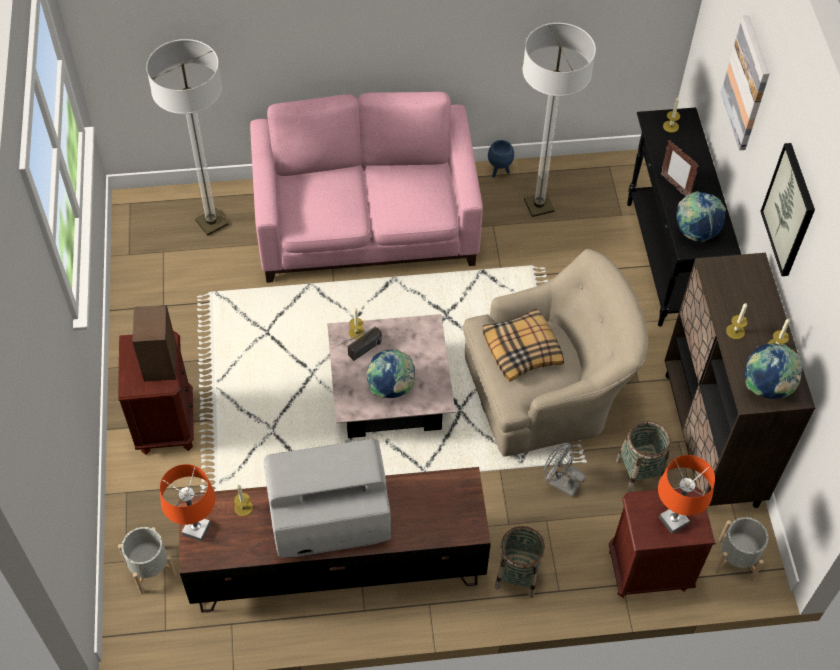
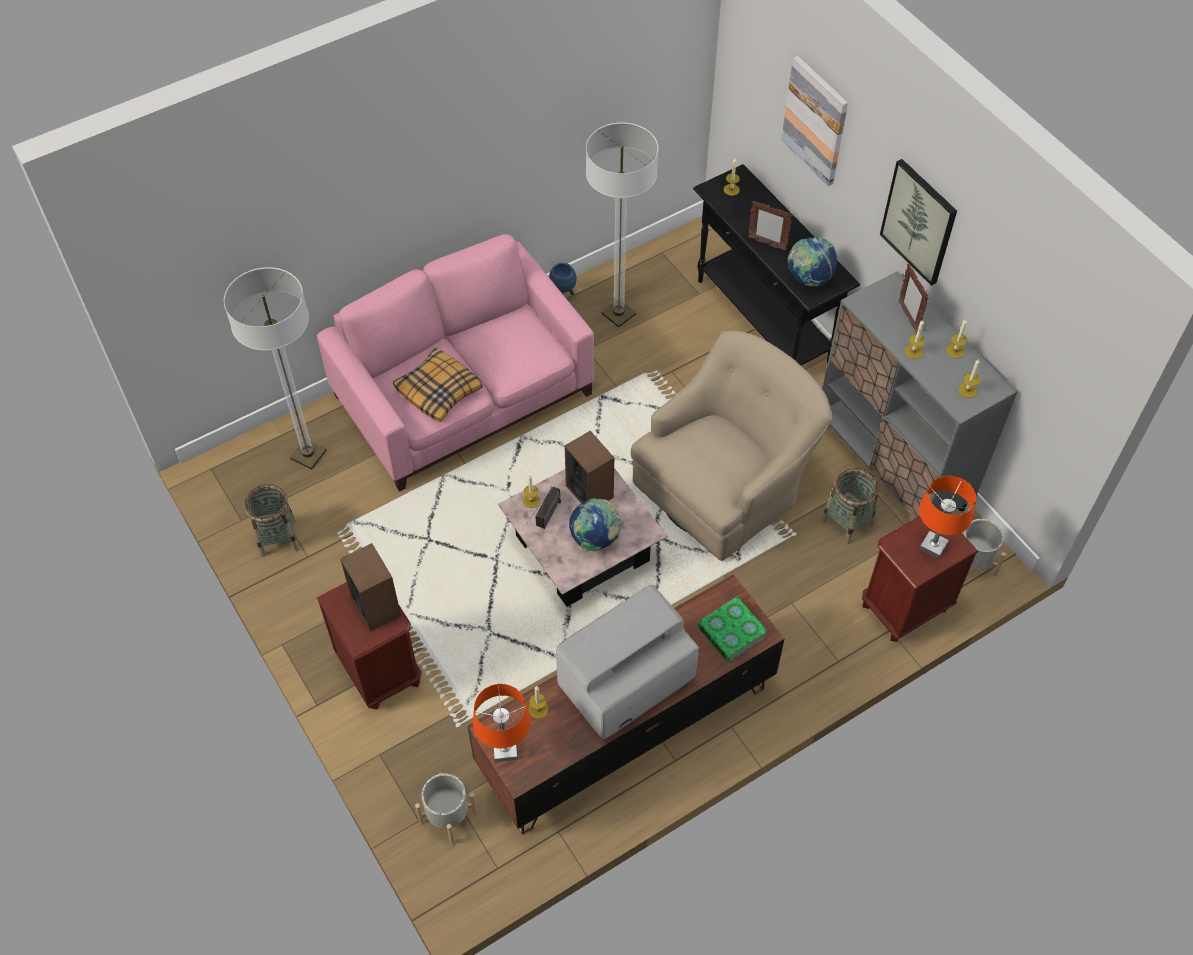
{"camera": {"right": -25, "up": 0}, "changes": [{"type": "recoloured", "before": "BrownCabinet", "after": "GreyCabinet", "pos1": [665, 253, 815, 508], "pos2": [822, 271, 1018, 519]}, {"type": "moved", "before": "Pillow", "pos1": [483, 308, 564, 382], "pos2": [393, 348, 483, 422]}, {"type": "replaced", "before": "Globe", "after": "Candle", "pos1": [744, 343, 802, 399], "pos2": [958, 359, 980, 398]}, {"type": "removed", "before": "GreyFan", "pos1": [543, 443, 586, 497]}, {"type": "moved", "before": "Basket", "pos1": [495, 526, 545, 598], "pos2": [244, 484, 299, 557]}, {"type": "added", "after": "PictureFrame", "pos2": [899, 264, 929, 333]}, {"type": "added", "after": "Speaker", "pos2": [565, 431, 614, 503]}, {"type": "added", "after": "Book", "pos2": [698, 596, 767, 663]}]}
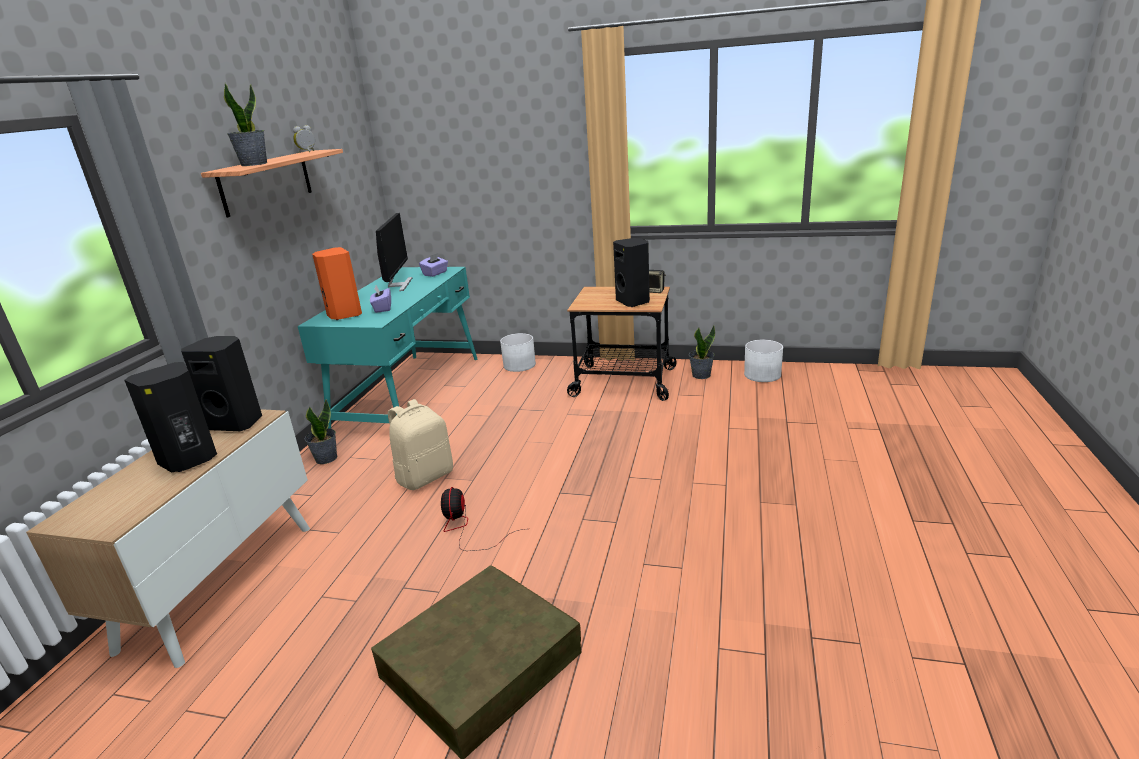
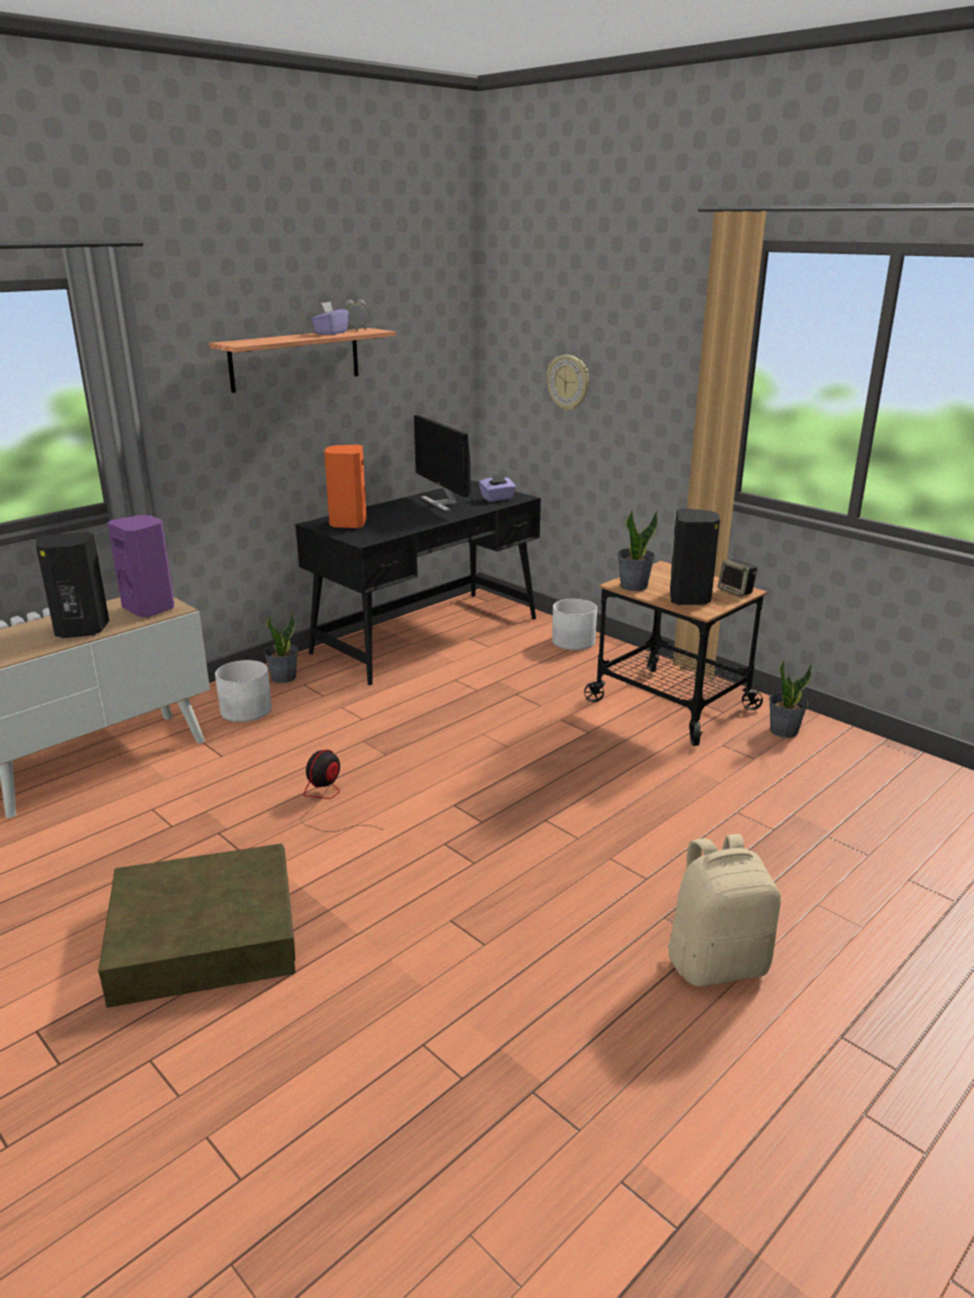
{"camera": {"right": 30, "up": 0}, "changes": [{"type": "moved", "before": "PottedPlant", "pos1": [224, 83, 267, 166], "pos2": [617, 510, 658, 591]}, {"type": "turned", "before": "Monitor", "pos1": [376, 213, 412, 291], "pos2": [414, 415, 471, 512], "turn": 120}, {"type": "recoloured", "before": "TurquoiseDesk", "after": "BlackDesk", "pos1": [298, 267, 478, 428], "pos2": [295, 480, 541, 685]}, {"type": "moved", "before": "PurpleTissueBox", "pos1": [370, 285, 391, 313], "pos2": [311, 302, 349, 335]}, {"type": "recoloured", "before": "BlackSpeaker", "after": "PurpleSpeaker", "pos1": [181, 336, 262, 431], "pos2": [107, 515, 174, 617]}, {"type": "moved", "before": "WhitePlanter", "pos1": [744, 340, 783, 382], "pos2": [215, 660, 272, 722]}, {"type": "moved", "before": "BeigeBackpack", "pos1": [388, 399, 453, 490], "pos2": [668, 834, 781, 987]}, {"type": "added", "after": "WallClock", "pos2": [547, 355, 589, 411]}]}
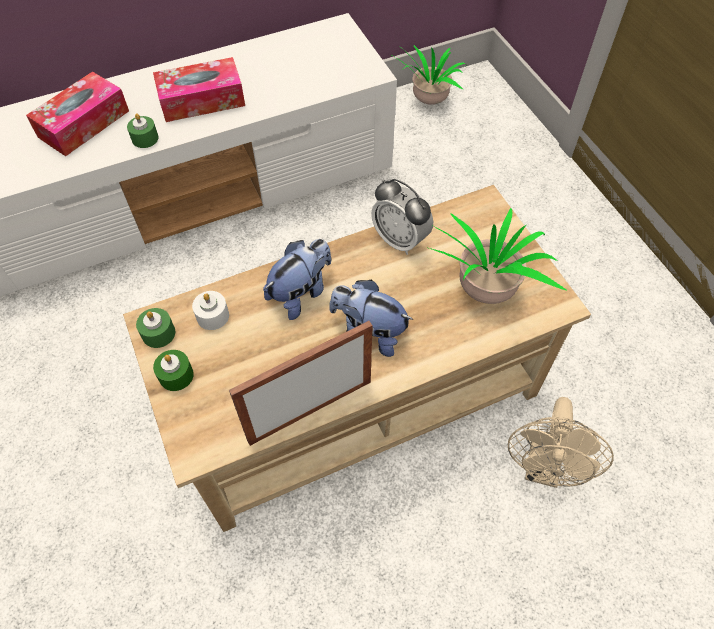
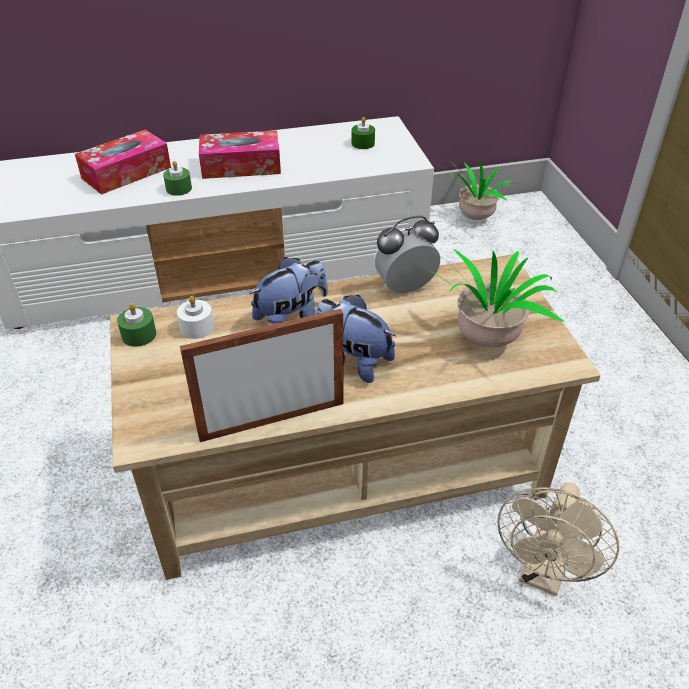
{"camera": {"right": 10, "up": -15}, "changes": [{"type": "turned", "before": "AlarmClock", "pos1": [371, 179, 433, 255], "pos2": [374, 216, 440, 294], "turn": 105}, {"type": "moved", "before": "GreenCandle", "pos1": [153, 350, 194, 391], "pos2": [351, 117, 375, 149]}]}
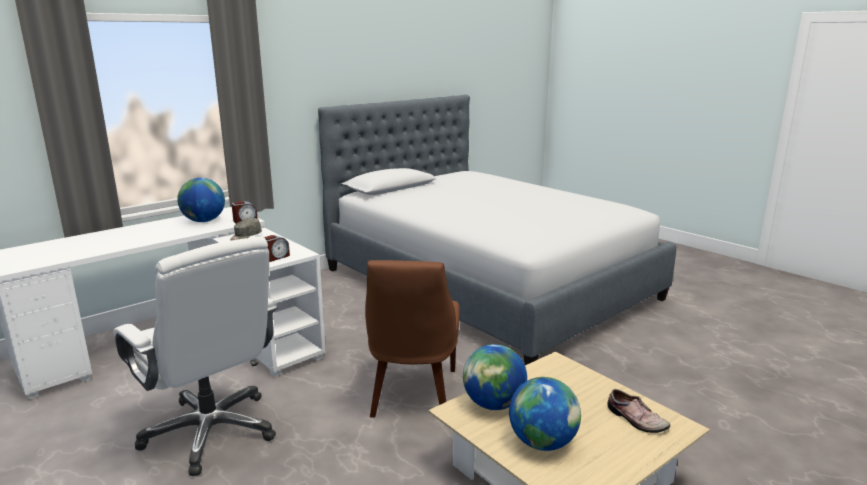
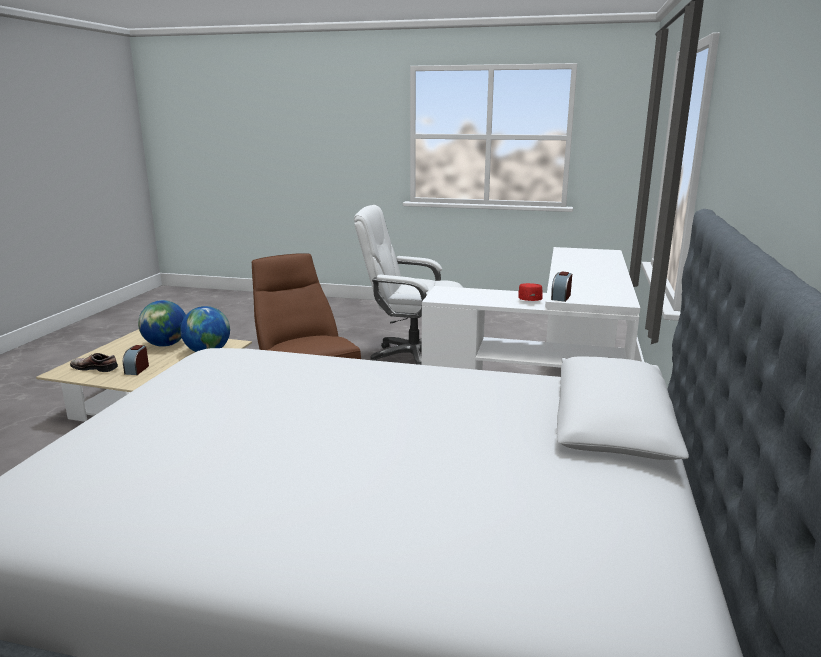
{"camera": {"right": 145, "up": 0}, "changes": [{"type": "removed", "before": "Globe", "pos1": [177, 178, 225, 222]}, {"type": "recoloured", "before": "GreyCap", "after": "RedCap", "pos1": [230, 218, 262, 241], "pos2": [518, 283, 543, 301]}, {"type": "moved", "before": "AlarmClock", "pos1": [264, 235, 290, 262], "pos2": [123, 345, 149, 375]}]}
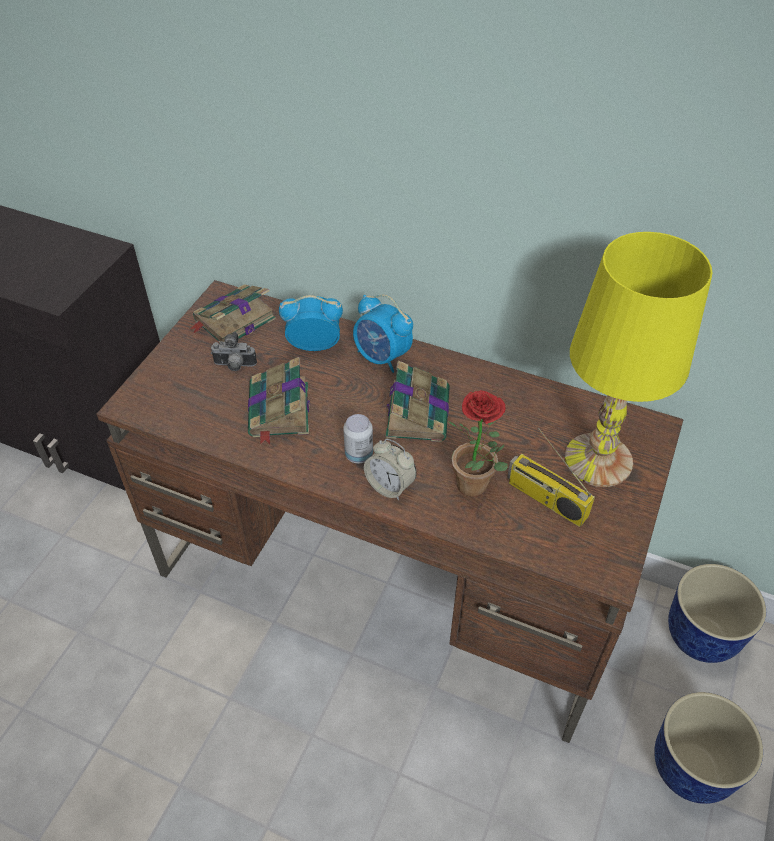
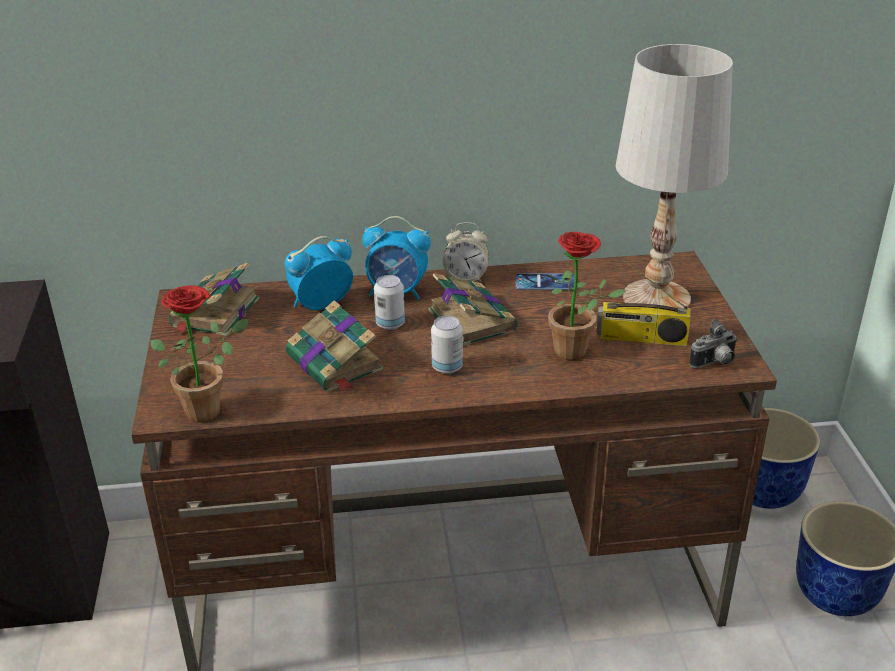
{"camera": {"right": -30, "up": -15}, "changes": [{"type": "recoloured", "before": "YellowTableLamp", "after": "WhiteTableLamp", "pos1": [565, 232, 713, 487], "pos2": [616, 44, 733, 308]}, {"type": "moved", "before": "PhotoCamera", "pos1": [211, 332, 257, 371], "pos2": [689, 319, 737, 368]}, {"type": "moved", "before": "AlarmClock", "pos1": [364, 439, 417, 500], "pos2": [443, 222, 489, 282]}, {"type": "added", "after": "Phone", "pos2": [516, 273, 575, 290]}, {"type": "added", "after": "Can", "pos2": [374, 275, 405, 330]}, {"type": "added", "after": "PottedPlant", "pos2": [150, 285, 250, 423]}]}
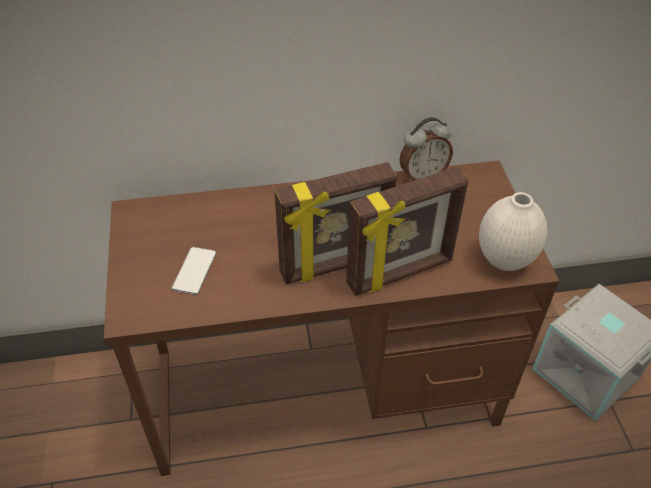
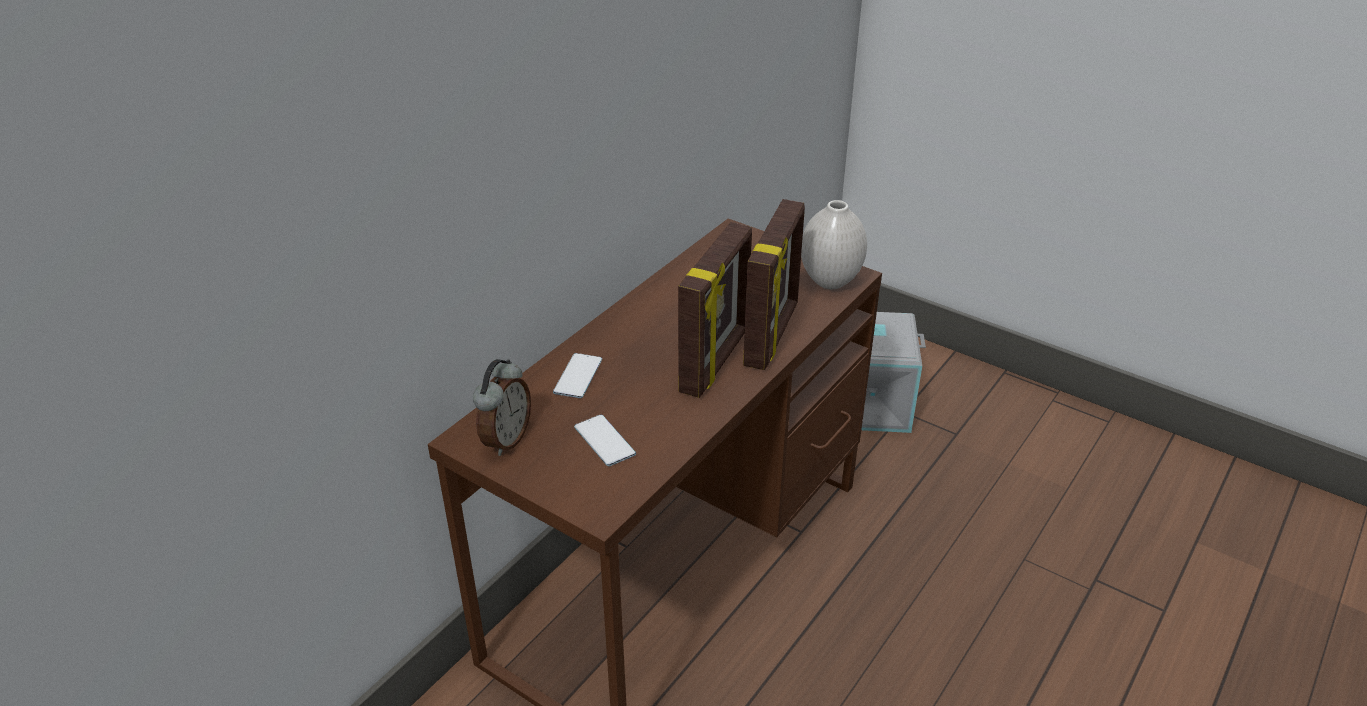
{"camera": {"right": -45, "up": -10}, "changes": [{"type": "moved", "before": "AlarmClock", "pos1": [399, 117, 453, 182], "pos2": [473, 359, 531, 456]}, {"type": "added", "after": "Phone", "pos2": [553, 353, 602, 398]}]}
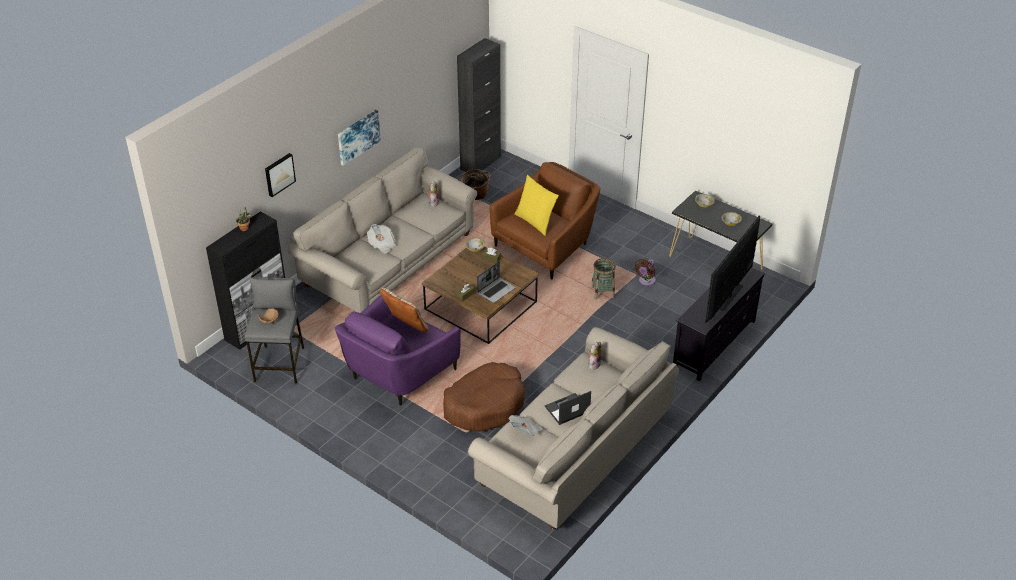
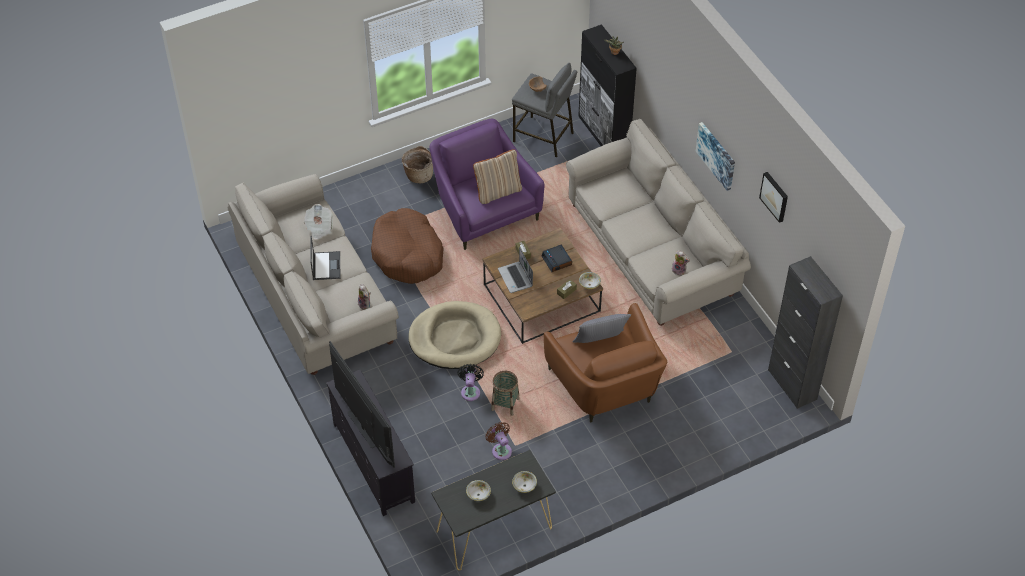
{"camera": {"right": 115, "up": 10}, "changes": [{"type": "moved", "before": "Picture", "pos1": [265, 153, 296, 197], "pos2": [759, 172, 788, 223]}, {"type": "moved", "before": "Basket", "pos1": [459, 169, 491, 200], "pos2": [402, 146, 433, 183]}, {"type": "recoloured", "before": "YellowPillow", "after": "GreyPillow", "pos1": [515, 175, 559, 236], "pos2": [572, 314, 631, 343]}, {"type": "removed", "before": "Newspaper", "pos1": [367, 224, 396, 254]}, {"type": "added", "after": "AlarmClock", "pos2": [542, 245, 572, 272]}, {"type": "added", "after": "BeigeDogBed", "pos2": [408, 301, 501, 369]}, {"type": "added", "after": "BlackFan", "pos2": [458, 364, 484, 401]}]}
